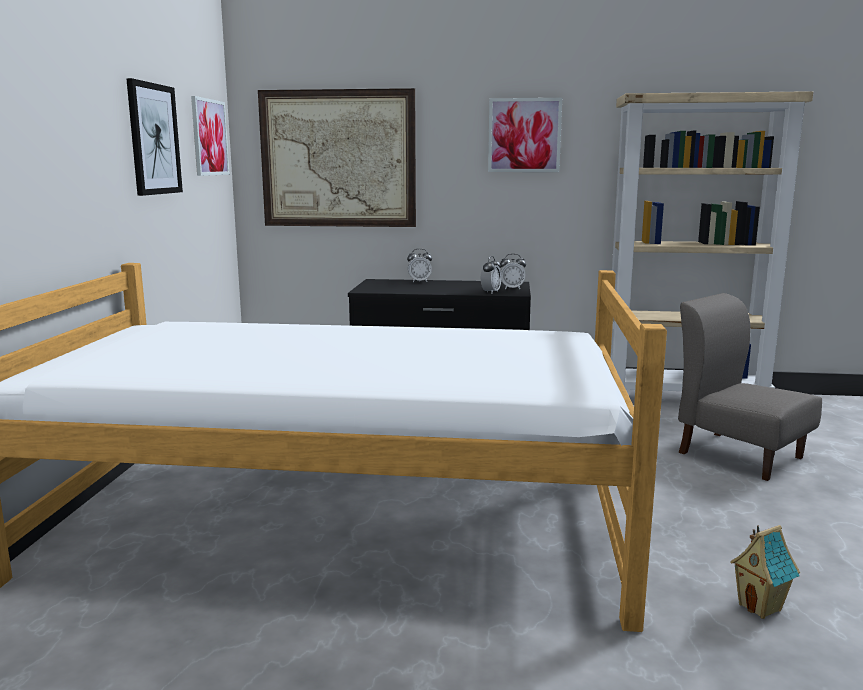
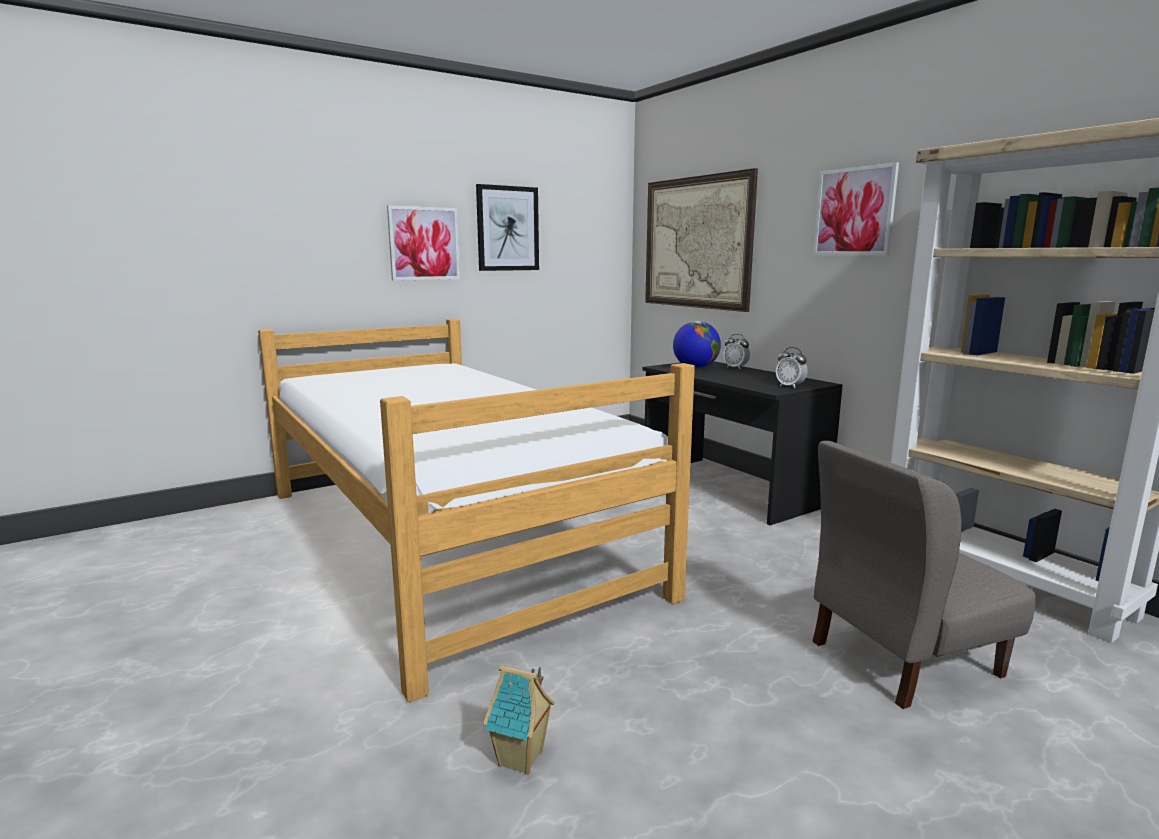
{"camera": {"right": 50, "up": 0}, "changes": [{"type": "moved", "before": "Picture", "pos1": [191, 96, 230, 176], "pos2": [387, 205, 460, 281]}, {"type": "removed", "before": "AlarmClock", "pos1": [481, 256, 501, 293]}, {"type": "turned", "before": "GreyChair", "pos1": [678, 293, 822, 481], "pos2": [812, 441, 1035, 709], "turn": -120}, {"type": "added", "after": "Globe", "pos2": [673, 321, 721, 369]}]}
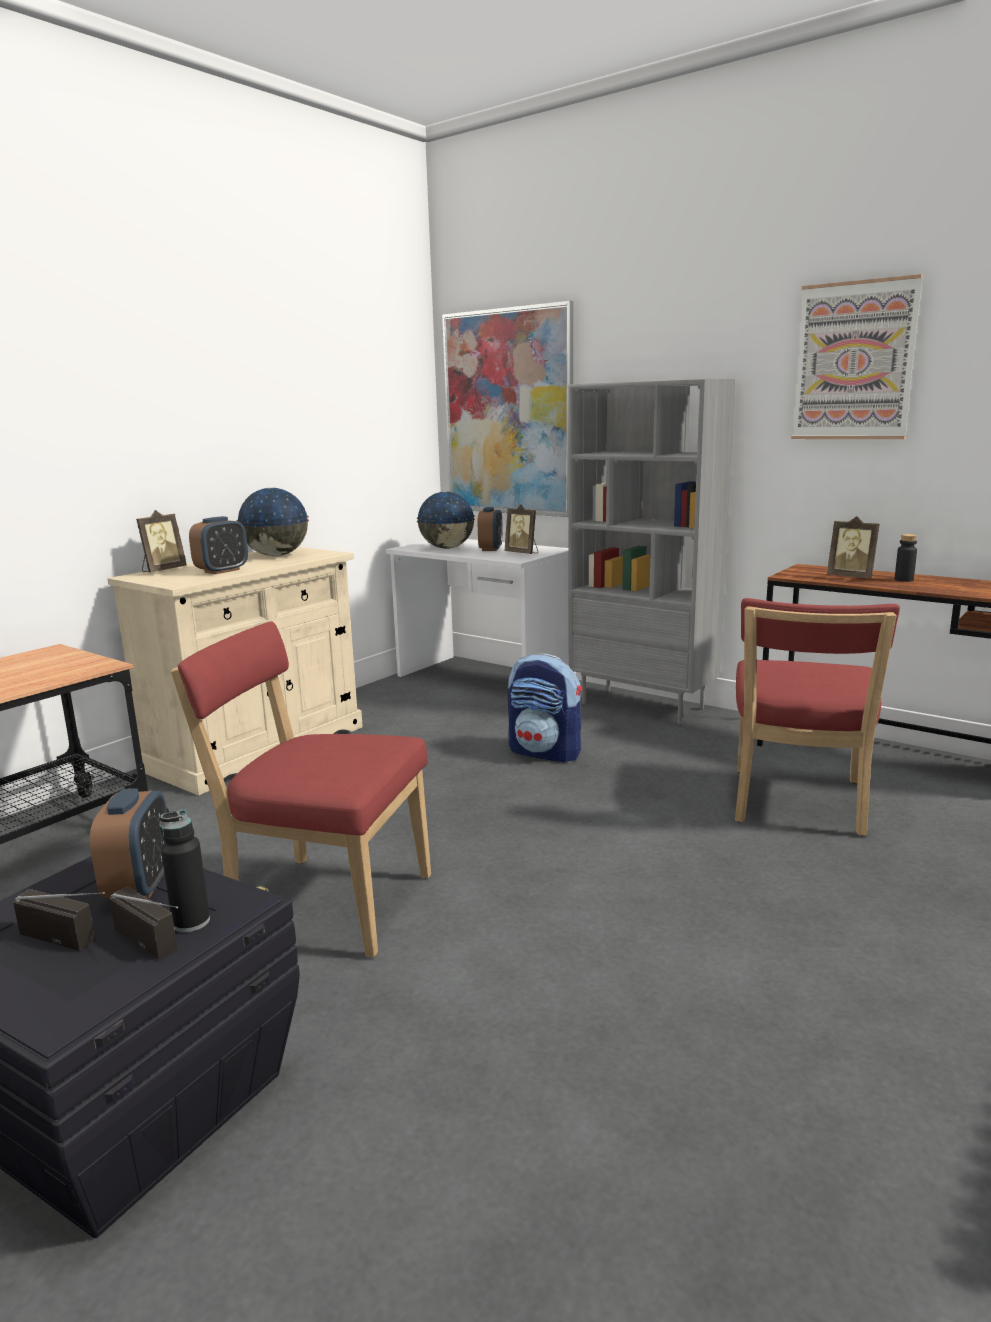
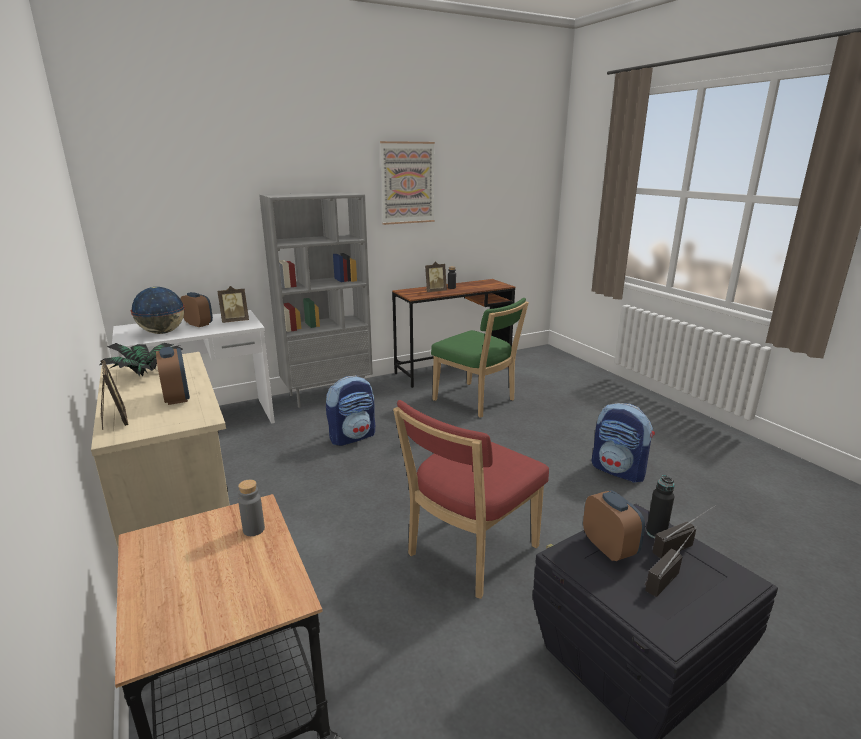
{"camera": {"right": -65, "up": 5}, "changes": [{"type": "removed", "before": "Picture", "pos1": [442, 301, 573, 517]}, {"type": "replaced", "before": "Globe", "after": "PottedPlant", "pos1": [236, 488, 309, 556], "pos2": [99, 343, 184, 377]}, {"type": "recoloured", "before": "RedChair", "after": "GreenChair", "pos1": [735, 598, 900, 836], "pos2": [431, 298, 529, 418]}, {"type": "turned", "before": "AlarmClock", "pos1": [90, 788, 167, 899], "pos2": [583, 490, 645, 561], "turn": 45}, {"type": "added", "after": "Backpack", "pos2": [591, 403, 655, 483]}, {"type": "added", "after": "GreyBottle", "pos2": [238, 480, 265, 536]}]}
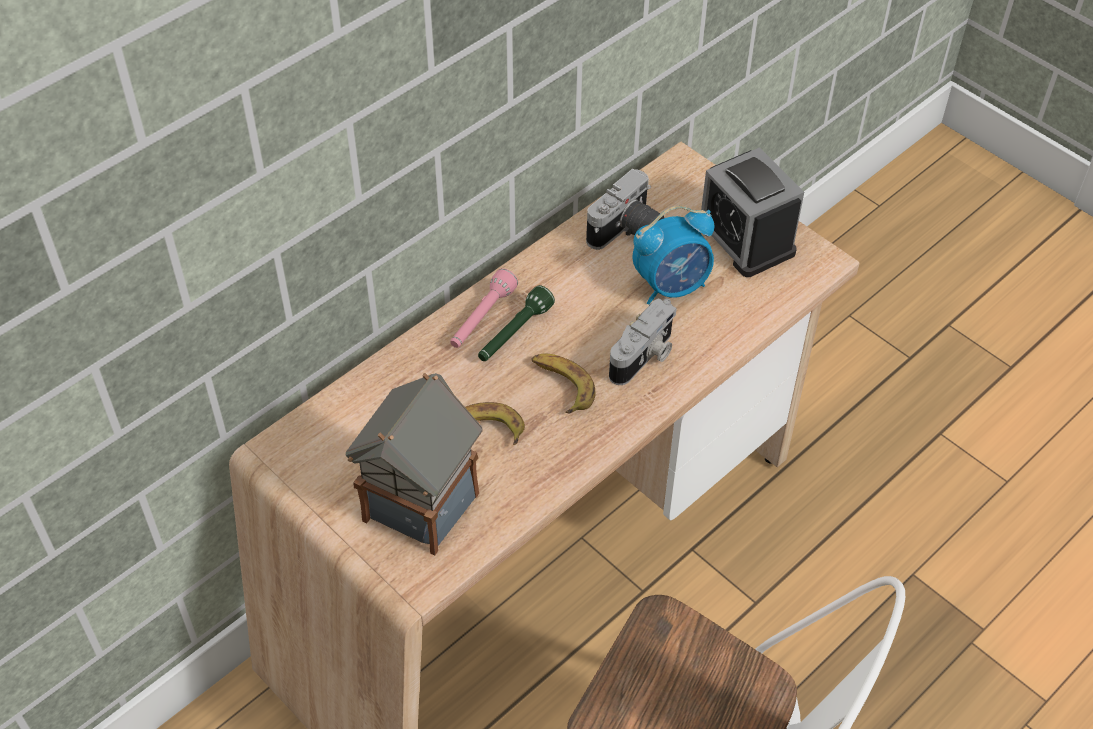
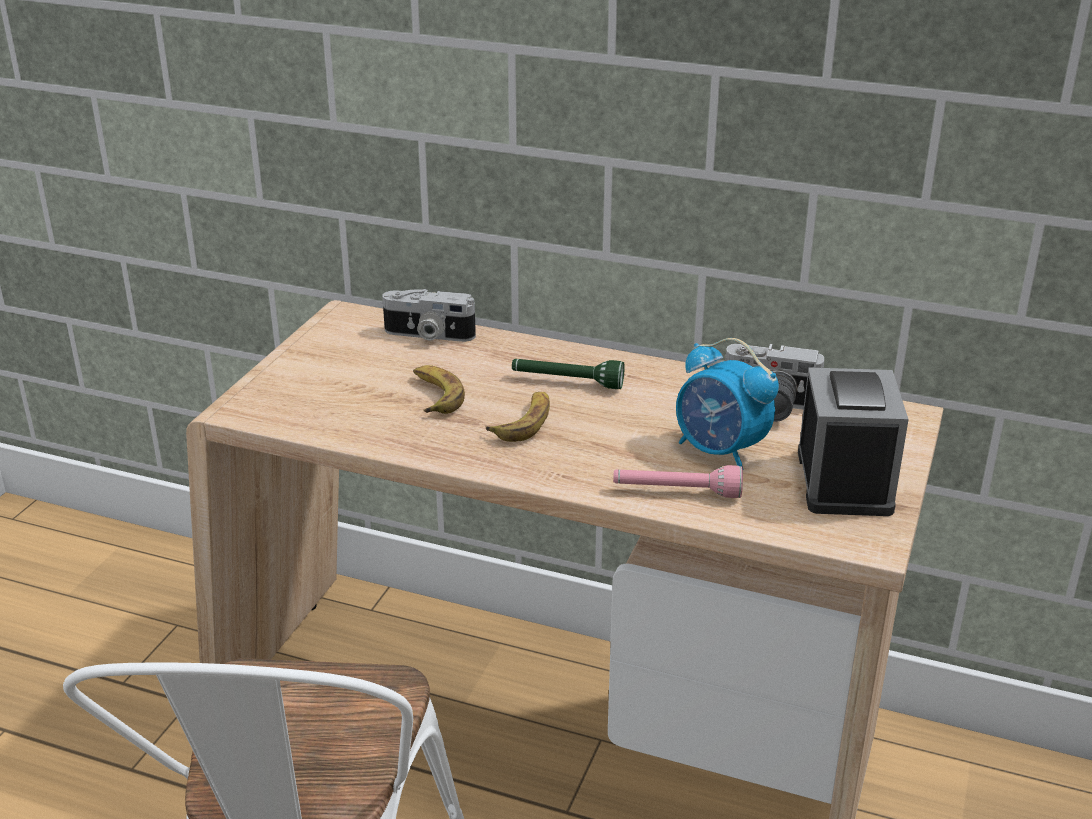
{"camera": {"right": 65, "up": -20}, "changes": [{"type": "turned", "before": "AlarmClock", "pos1": [701, 147, 804, 277], "pos2": [798, 367, 909, 516], "turn": 150}, {"type": "moved", "before": "PinkFlashlight", "pos1": [450, 268, 518, 348], "pos2": [613, 465, 743, 498]}, {"type": "moved", "before": "PhotoCamera", "pos1": [609, 298, 677, 385], "pos2": [382, 289, 476, 342]}, {"type": "removed", "before": "ToyHouse", "pos1": [346, 373, 483, 556]}]}
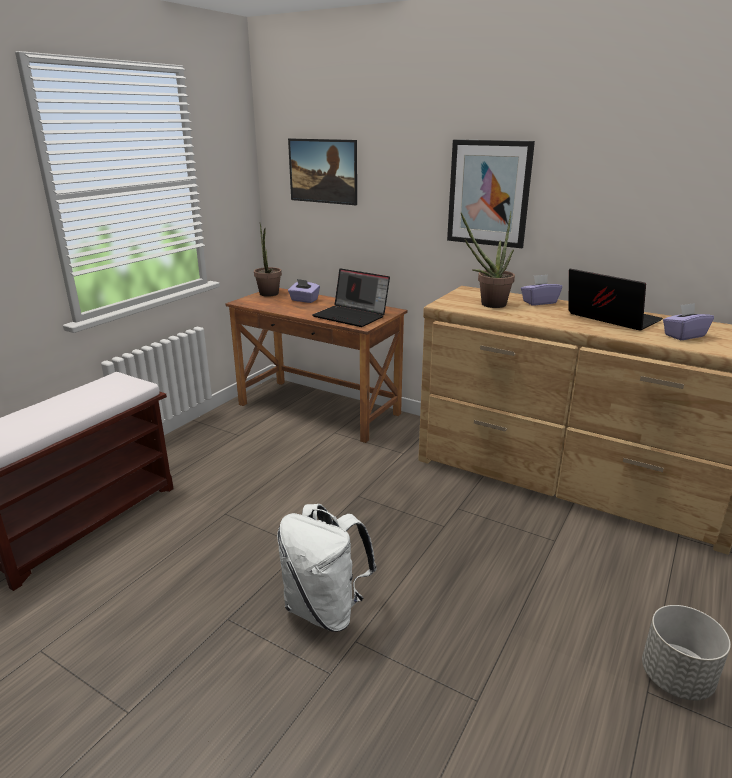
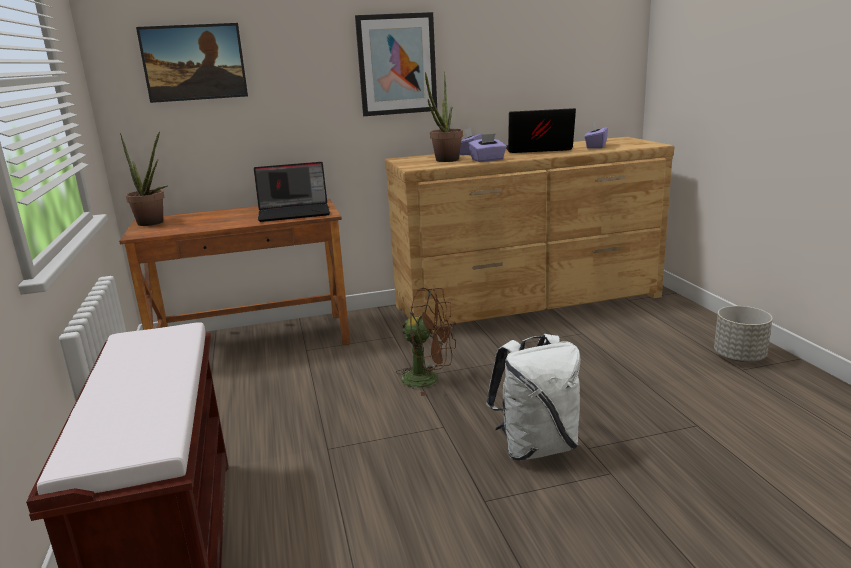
{"camera": {"right": -45, "up": -5}, "changes": [{"type": "moved", "before": "PurpleTissueBox", "pos1": [288, 279, 320, 303], "pos2": [468, 133, 507, 162]}, {"type": "added", "after": "BrownFan", "pos2": [396, 288, 456, 396]}]}
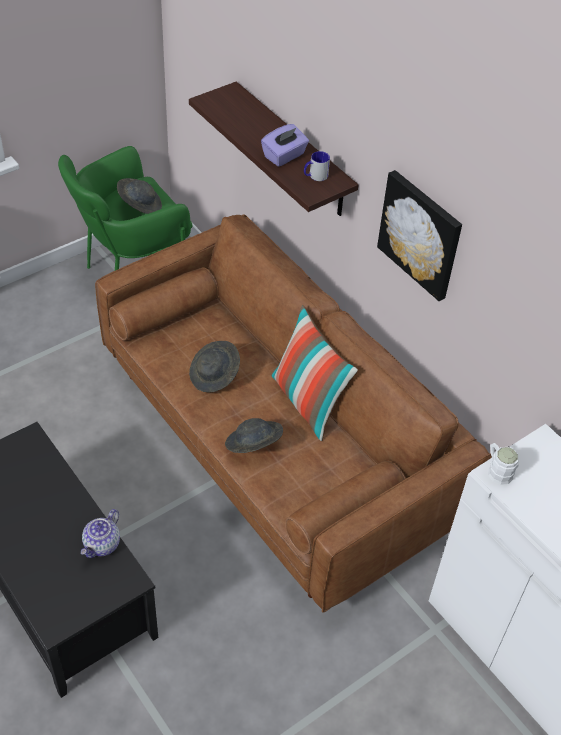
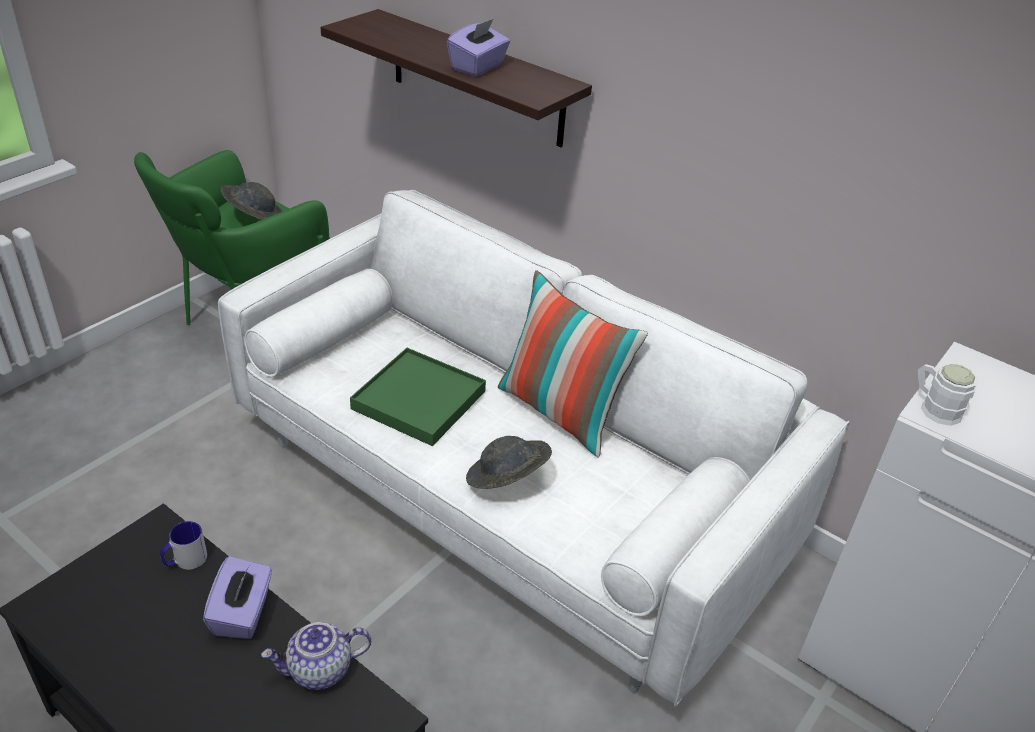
{"camera": {"right": -15, "up": -10}, "changes": [{"type": "moved", "before": "Mug", "pos1": [304, 151, 330, 181], "pos2": [160, 521, 207, 570]}, {"type": "removed", "before": "Picture", "pos1": [377, 170, 462, 301]}, {"type": "recoloured", "before": "BrownSofa", "after": "WhiteSofa", "pos1": [95, 214, 492, 613], "pos2": [218, 190, 850, 707]}, {"type": "replaced", "before": "GreyHat", "after": "GreenTray", "pos1": [189, 341, 240, 392], "pos2": [350, 348, 486, 446]}, {"type": "turned", "before": "Teapot", "pos1": [81, 509, 120, 558], "pos2": [261, 622, 371, 690], "turn": 60}, {"type": "added", "after": "PurpleTissueBox", "pos2": [203, 556, 272, 639]}]}
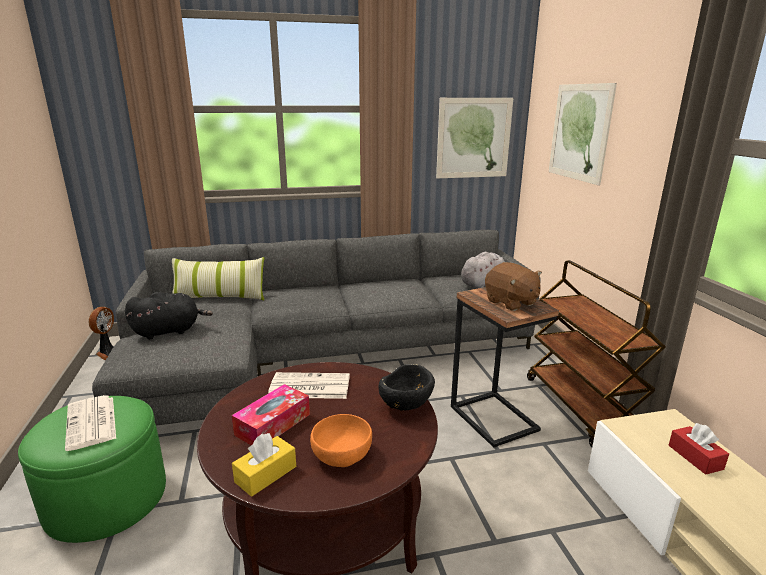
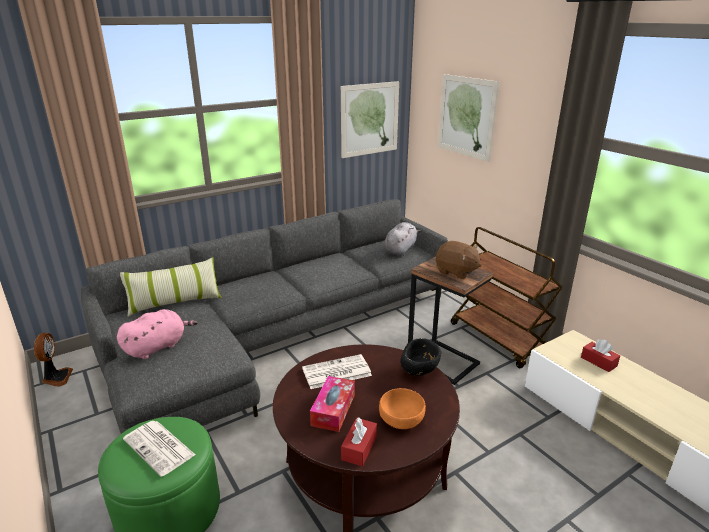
{"camera": {"right": -20, "up": 5}, "changes": [{"type": "recoloured", "before": "BlackPlushToy", "after": "PinkPlushToy", "pos1": [125, 292, 213, 339], "pos2": [117, 309, 198, 359]}, {"type": "recoloured", "before": "YellowTissueBox", "after": "RedTissueBox", "pos1": [232, 433, 296, 497], "pos2": [341, 418, 377, 466]}]}
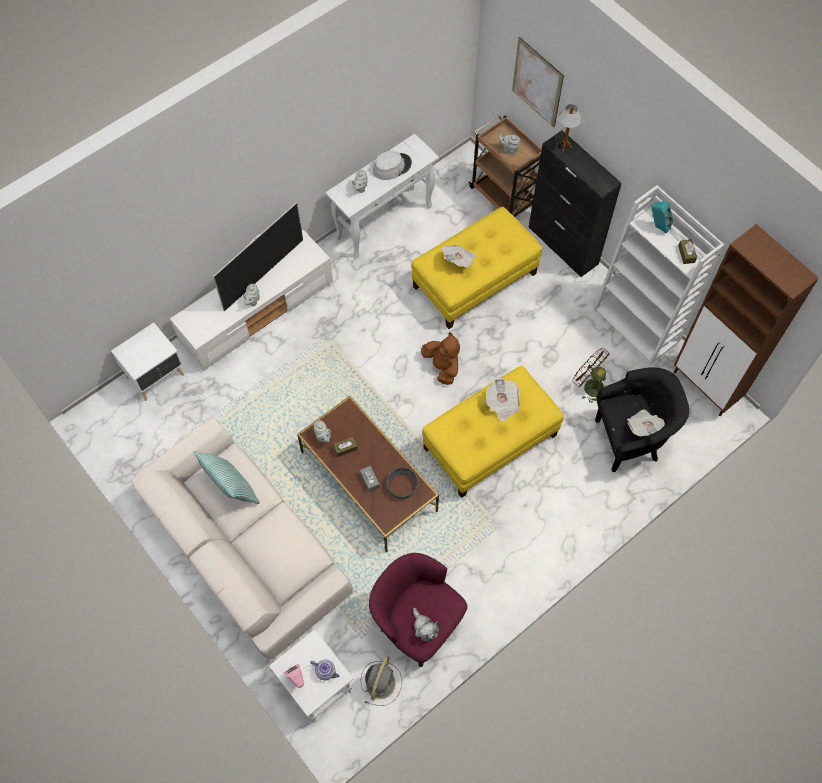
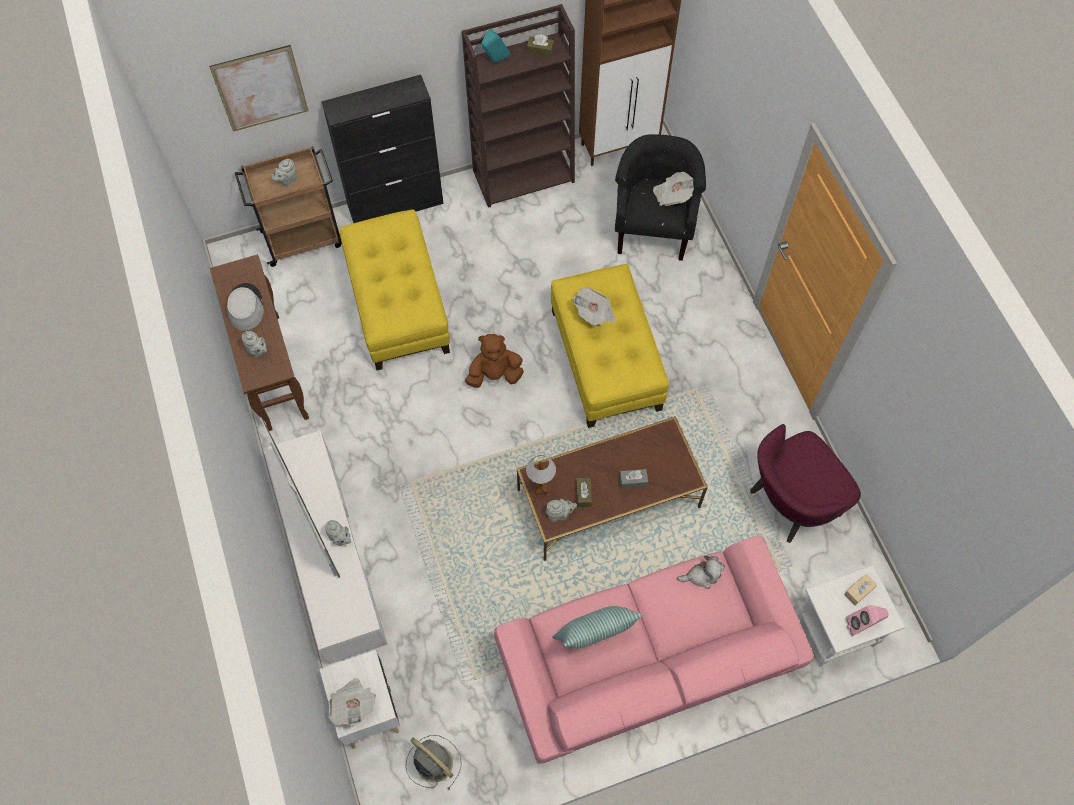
{"camera": {"right": -70, "up": 0}, "changes": [{"type": "moved", "before": "TableLamp", "pos1": [557, 104, 582, 152], "pos2": [526, 455, 556, 498]}, {"type": "recoloured", "before": "WhiteConsoleTable", "after": "BrownConsoleTable", "pos1": [325, 134, 439, 258], "pos2": [210, 254, 309, 431]}, {"type": "recoloured", "before": "WhiteBookcase", "after": "BrownBookcase", "pos1": [593, 185, 725, 365], "pos2": [462, 4, 575, 208]}, {"type": "moved", "before": "Newspaper", "pos1": [442, 245, 476, 267], "pos2": [329, 678, 376, 727]}, {"type": "removed", "before": "BrownFan", "pos1": [572, 348, 610, 403]}, {"type": "recoloured", "before": "WhiteSofa", "after": "PinkSofa", "pos1": [131, 418, 356, 661], "pos2": [494, 535, 814, 764]}, {"type": "removed", "before": "GreyBowl", "pos1": [387, 467, 418, 499]}, {"type": "moved", "before": "PlushToy", "pos1": [413, 608, 439, 642], "pos2": [677, 556, 725, 589]}, {"type": "moved", "before": "GreyFan", "pos1": [361, 656, 402, 706], "pos2": [406, 735, 462, 790]}, {"type": "replaced", "before": "Teapot", "after": "BeigeTissueBox", "pos1": [310, 660, 339, 680], "pos2": [844, 574, 877, 605]}]}
